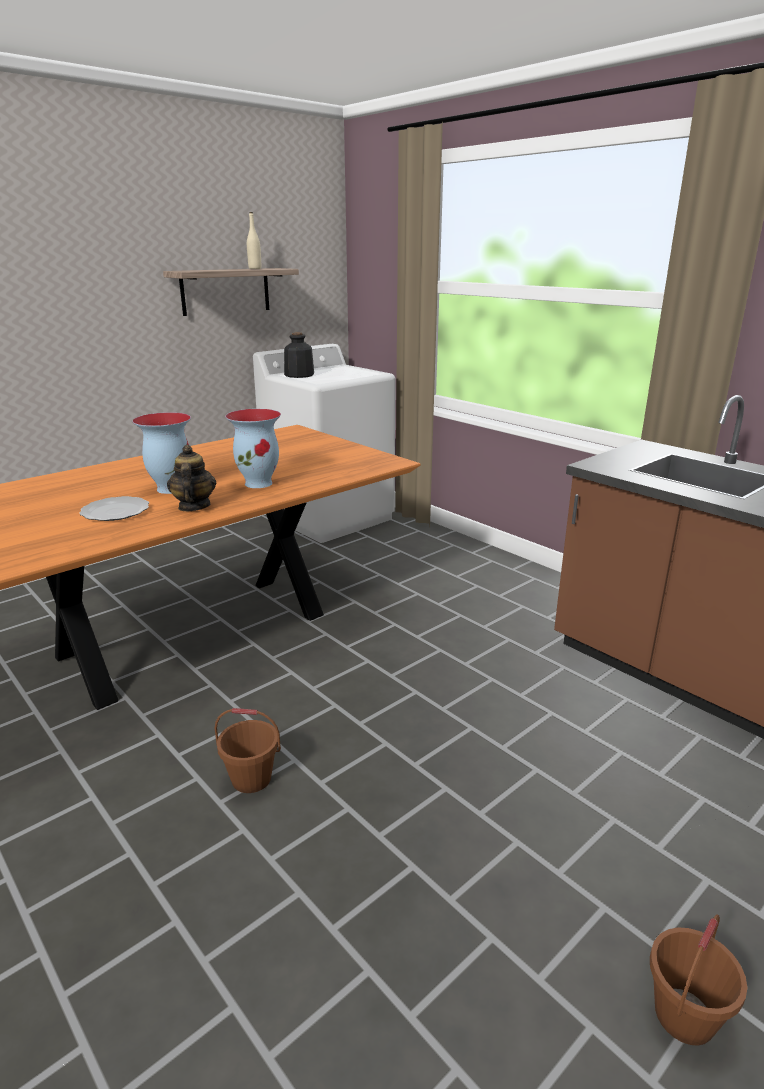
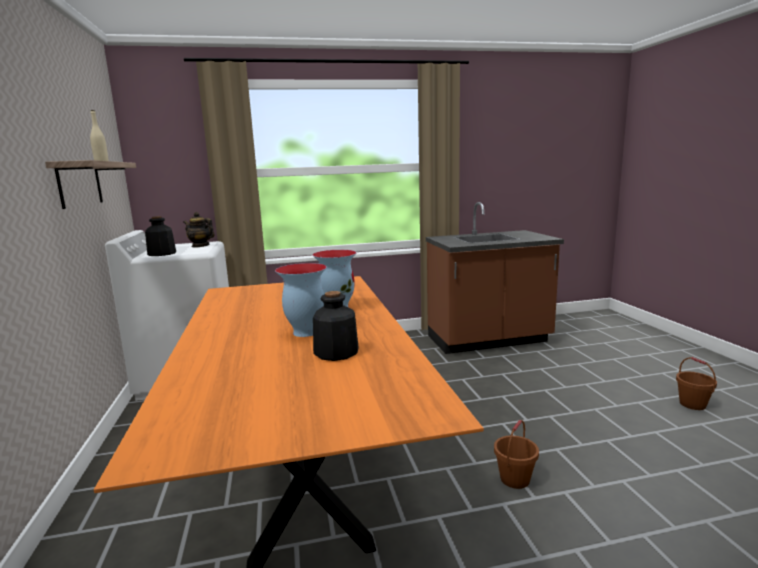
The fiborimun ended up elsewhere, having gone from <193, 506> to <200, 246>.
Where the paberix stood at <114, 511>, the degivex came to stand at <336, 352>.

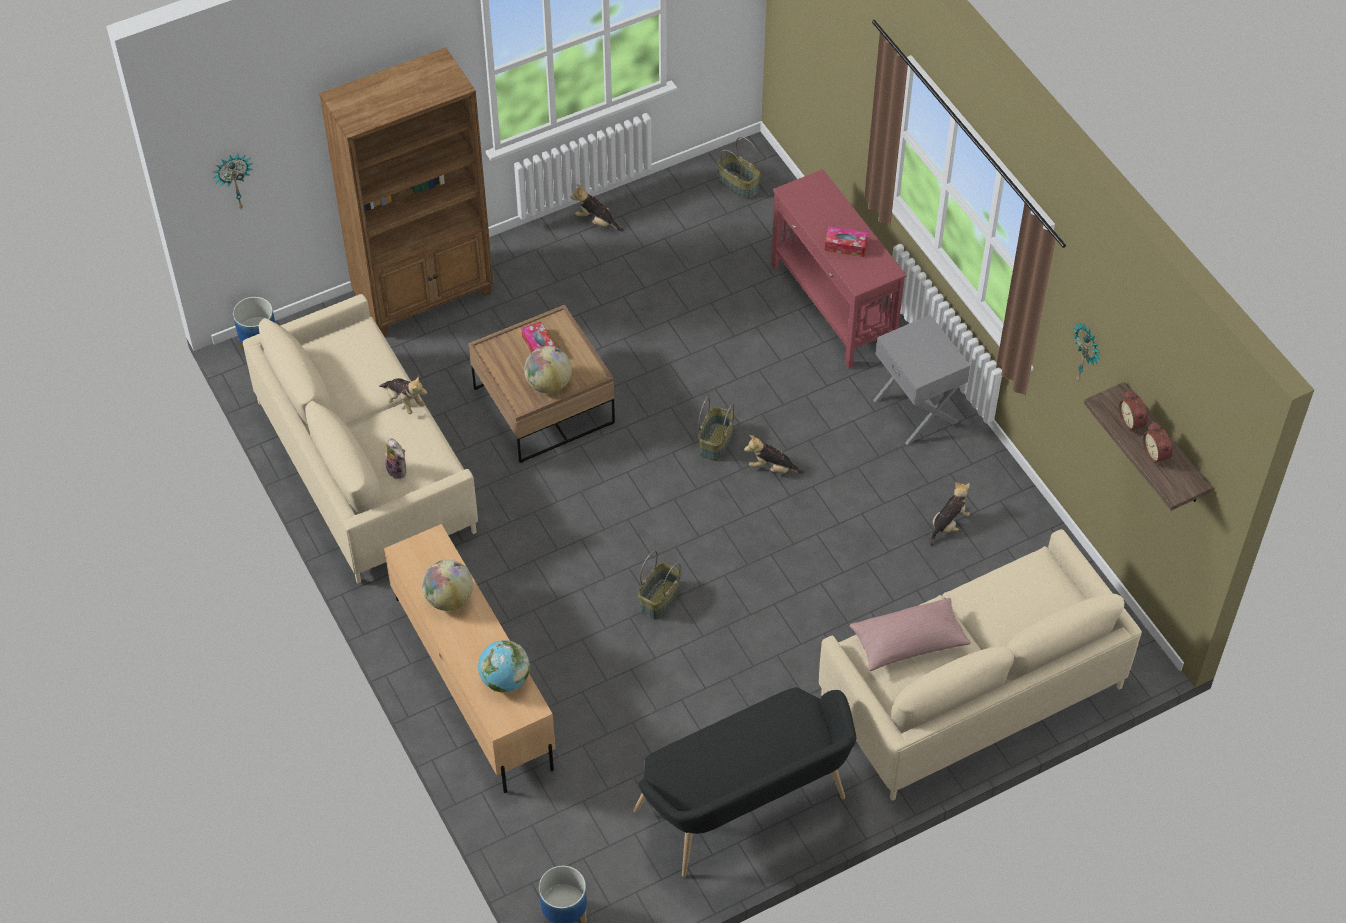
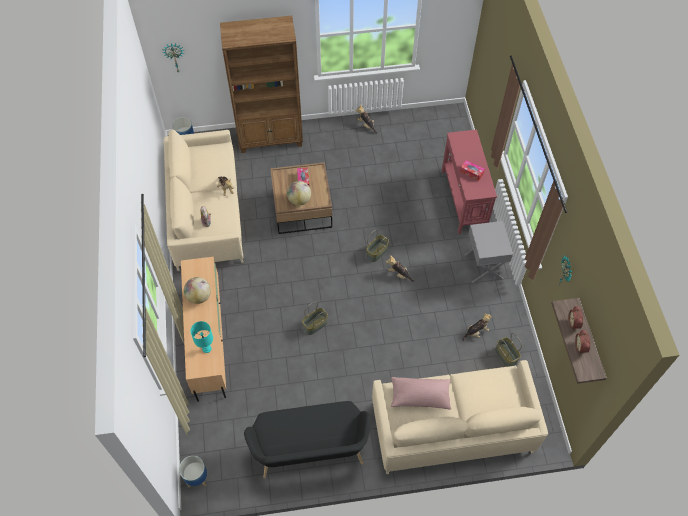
Where the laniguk stood at <505, 680>, the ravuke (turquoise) came to stand at <206, 348>.
The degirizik ended up elsewhere, having gone from <739, 185> to <506, 355>.

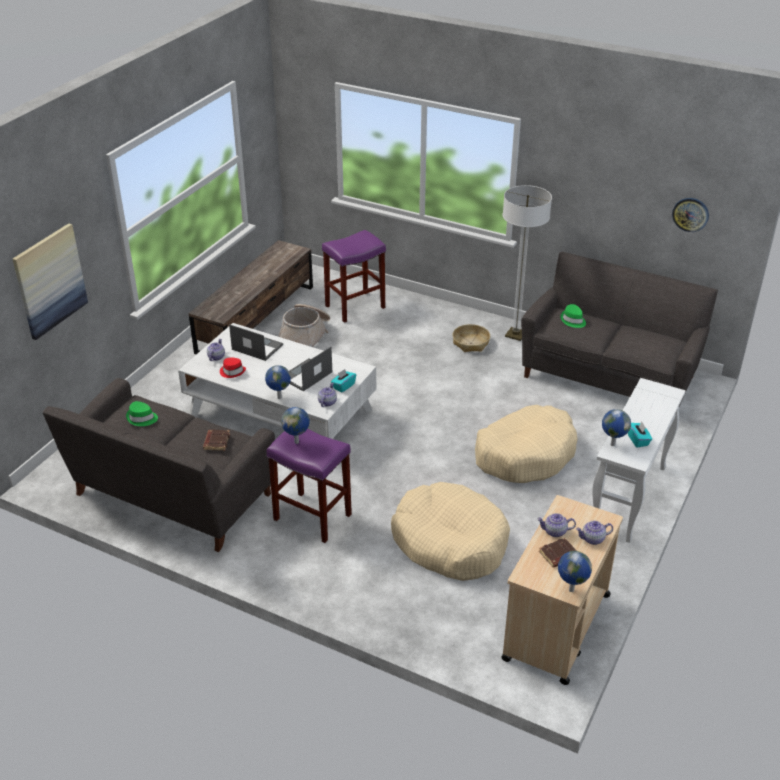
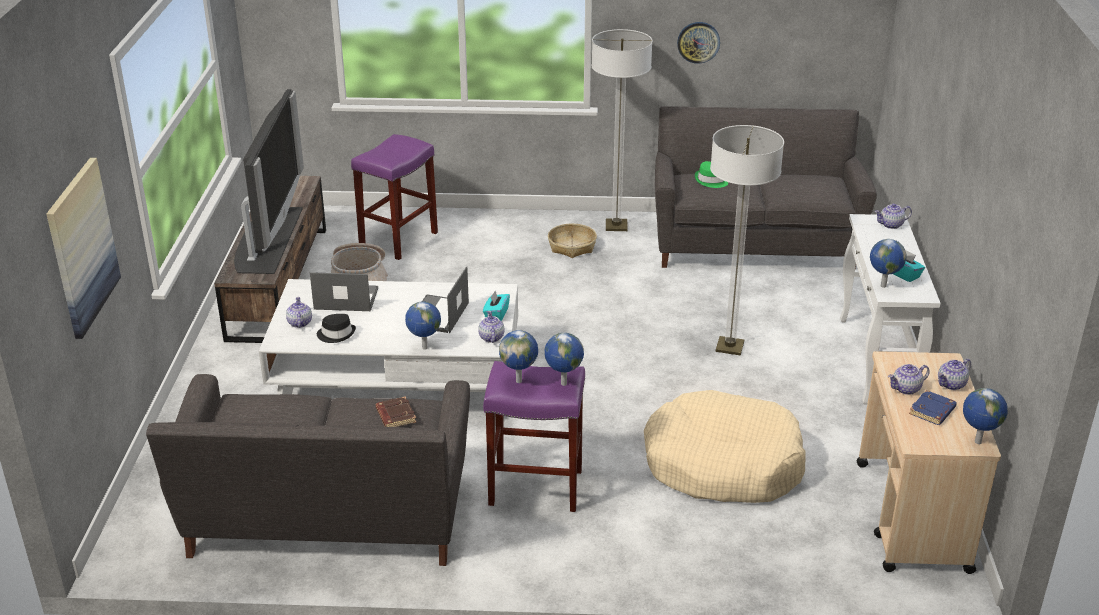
The second view gained the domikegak at <268, 239>.
What was the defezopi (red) at <232, 371> turned into the defezopi (black) at <336, 334>.
The second view gained the laniguk at <563, 384>.
The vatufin ended up elsewhere, having gone from <690, 214> to <698, 42>.
Where the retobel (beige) stood at <525, 454>, the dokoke came to stand at <729, 347>.
The second view gained the fiborimun at <891, 225>.
What was the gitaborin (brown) at <558, 555> turned into the gitaborin (blue) at <932, 411>.
The second view lost the defezopi (green) at <142, 418>.

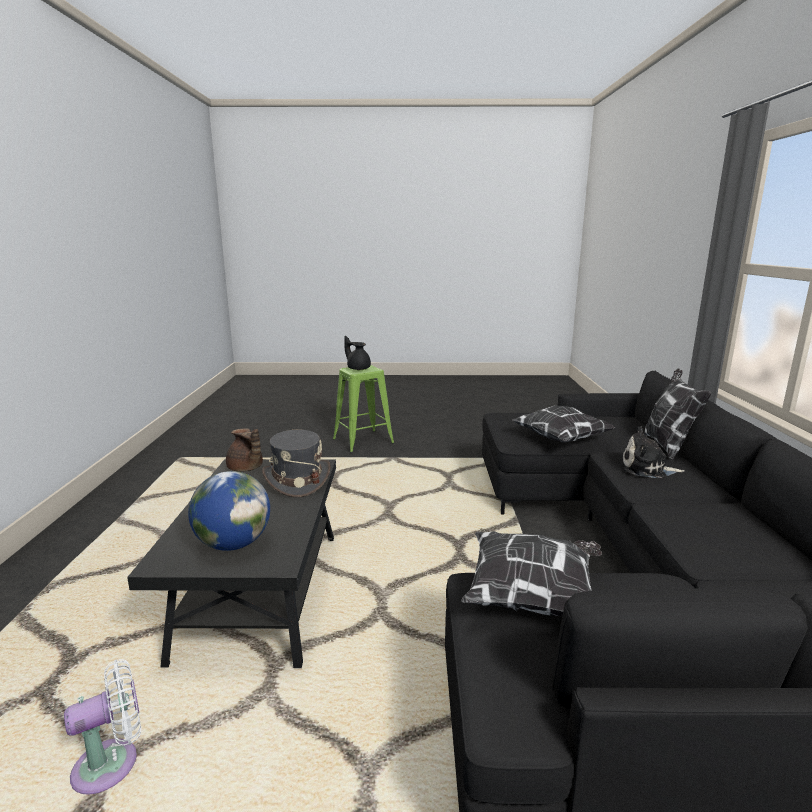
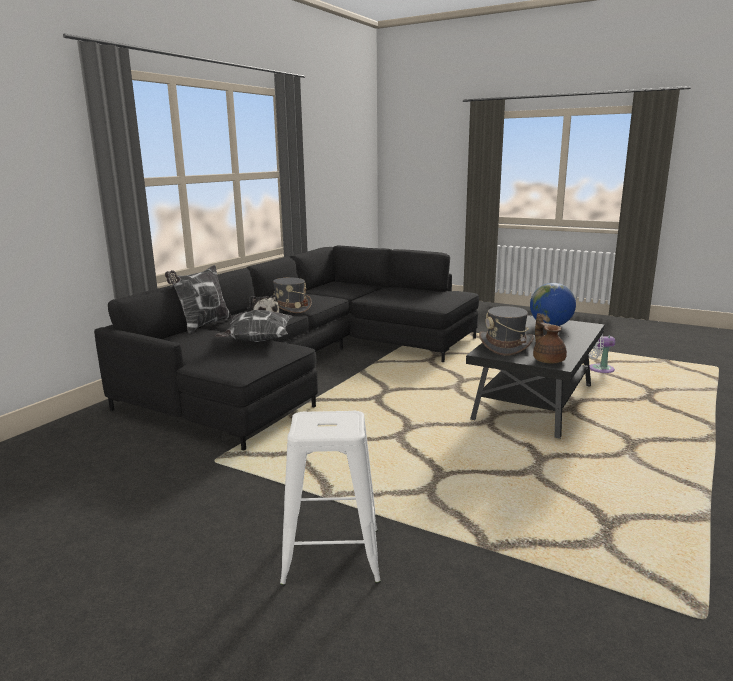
The second view gained the defezopi (grey) at <290, 308>.
What was the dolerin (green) at <362, 441> turned into the dolerin (white) at <333, 556>.
The second view lost the fiborimun (black) at <358, 368>.
The second view lost the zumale at <533, 597>.

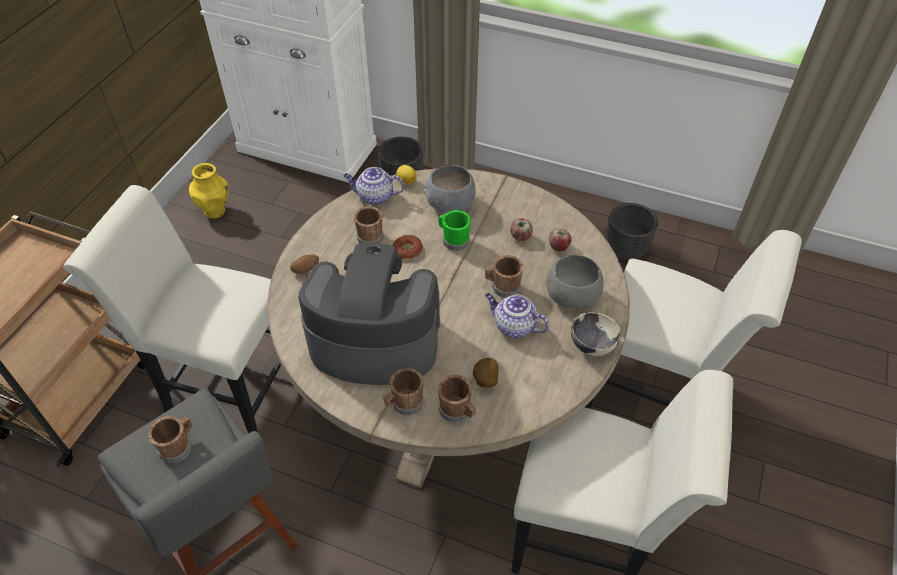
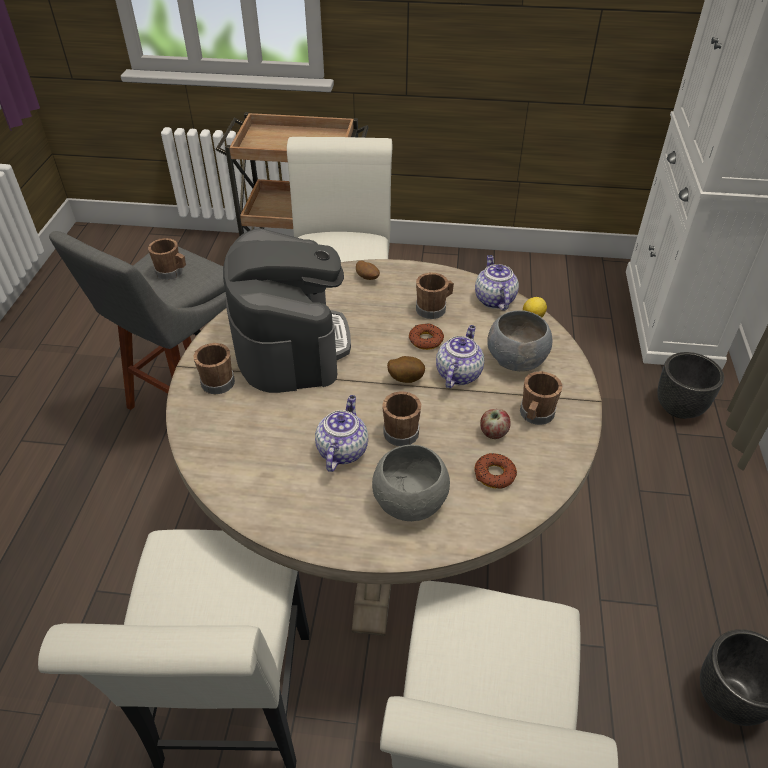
The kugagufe ended up elsewhere, having gone from <485, 381> to <405, 379>.
Where the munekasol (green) stood at <453, 240>, the fiborimun came to stand at <458, 373>.
Where the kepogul stood at <558, 246>, the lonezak came to stand at <494, 474>.
The munekasol (brown) ended up elsewhere, having gone from <457, 411> to <535, 415>.
The second view lost the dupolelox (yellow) at <215, 211>.
The second view lost the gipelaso at <592, 345>.

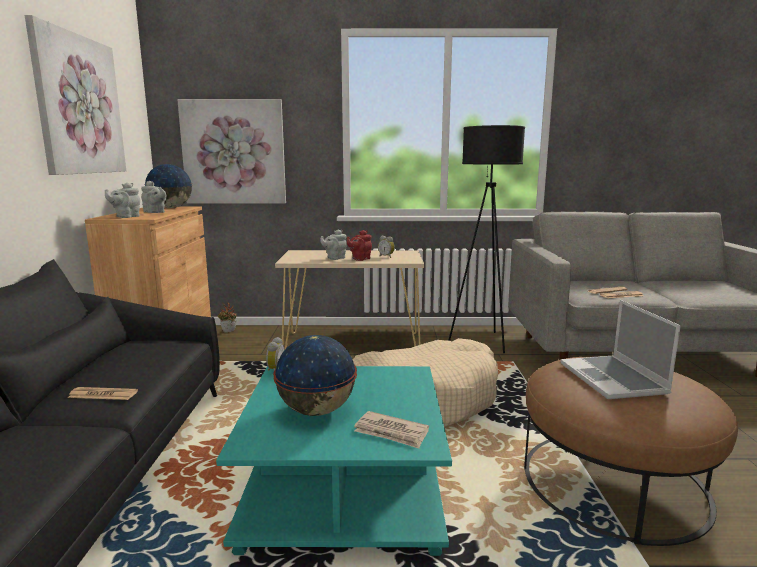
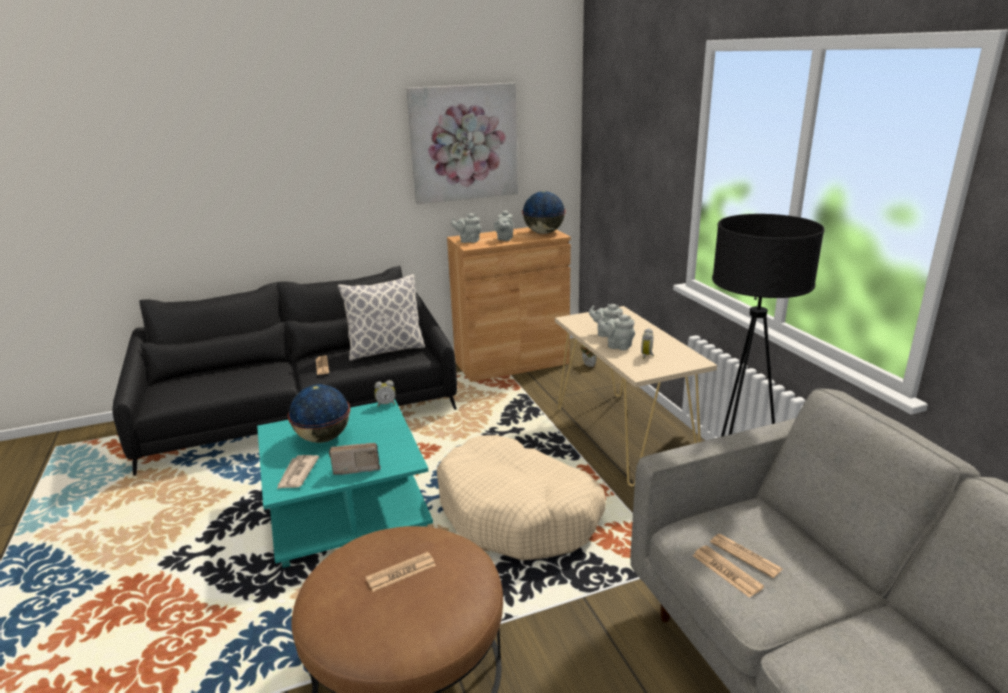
The second view gained the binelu at <355, 468>.
The second view gained the zumale at <386, 350>.
Where the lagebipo stood at <614, 379>, the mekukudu came to stand at <401, 572>.
What was the fiborimun (red) at <360, 259> turned into the fiborimun (grey) at <617, 346>.
The second view lost the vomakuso at <234, 152>.

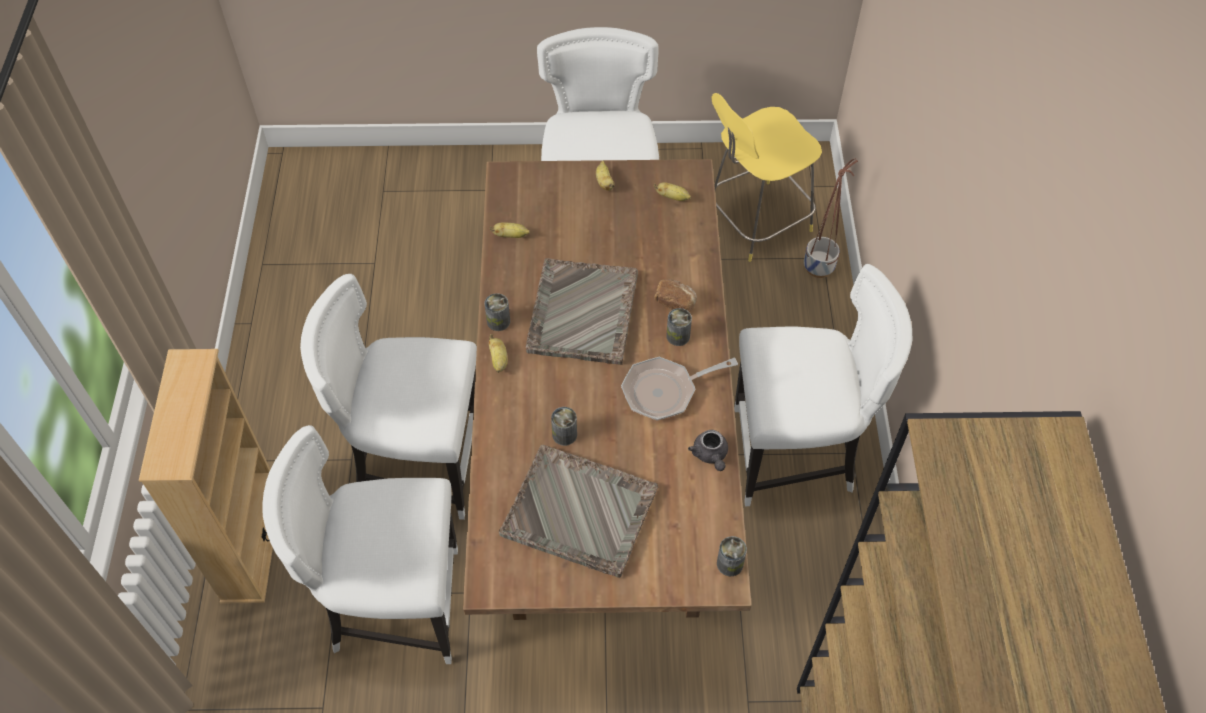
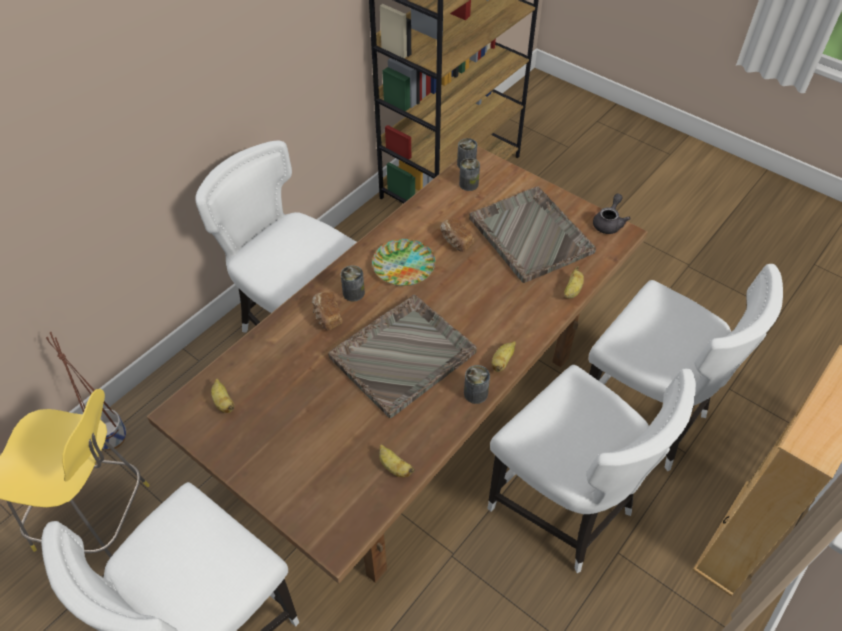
Where the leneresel stood at <665, 391>, the paberix came to stand at <403, 265>.
The second view gained the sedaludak at <455, 241>.
The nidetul ended up elsewhere, having gone from <564, 434> to <468, 184>.
The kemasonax ended up elsewhere, having gone from <604, 182> to <572, 291>.
The fiborimun (grey) ended up elsewhere, having gone from <710, 455> to <609, 223>.

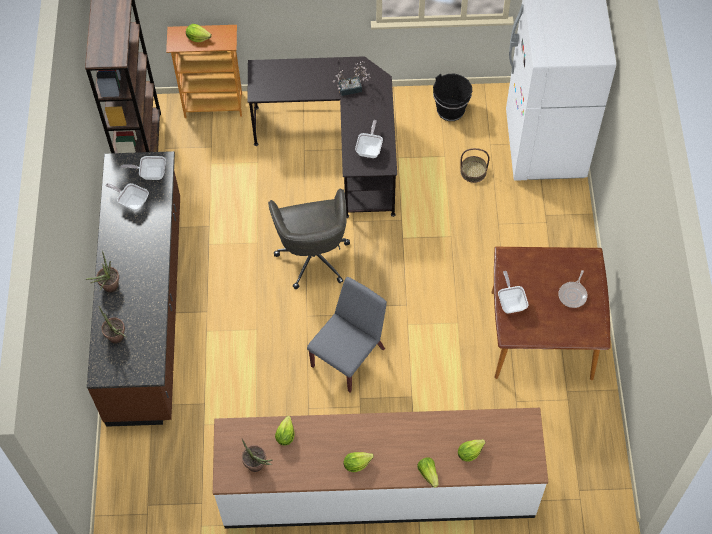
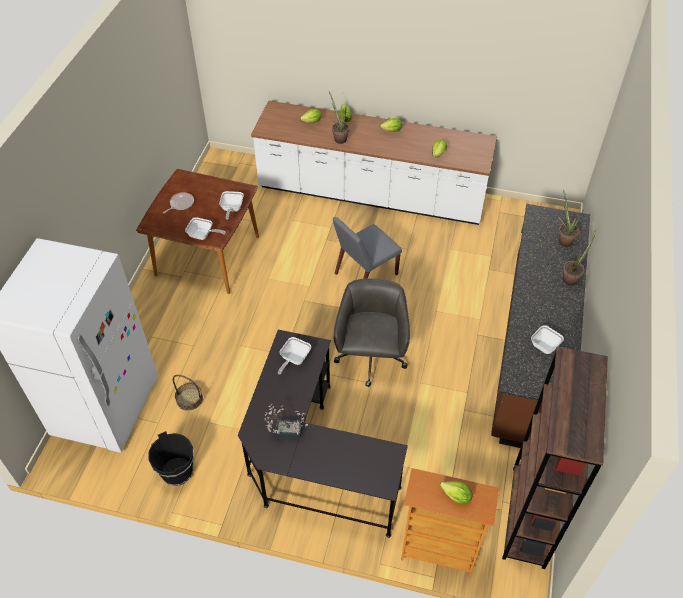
The leneresel ended up elsewhere, having gone from <150, 173> to <203, 235>.
The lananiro ended up elsewhere, having gone from <258, 466> to <339, 138>.

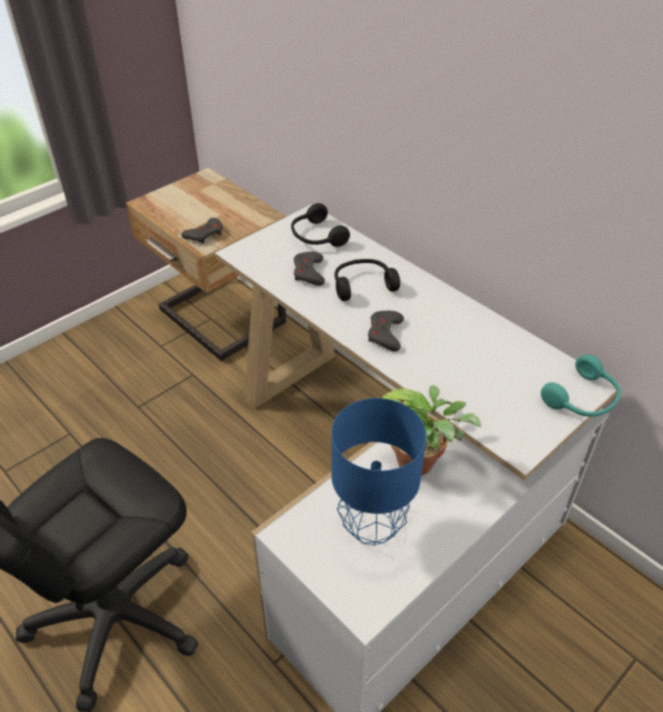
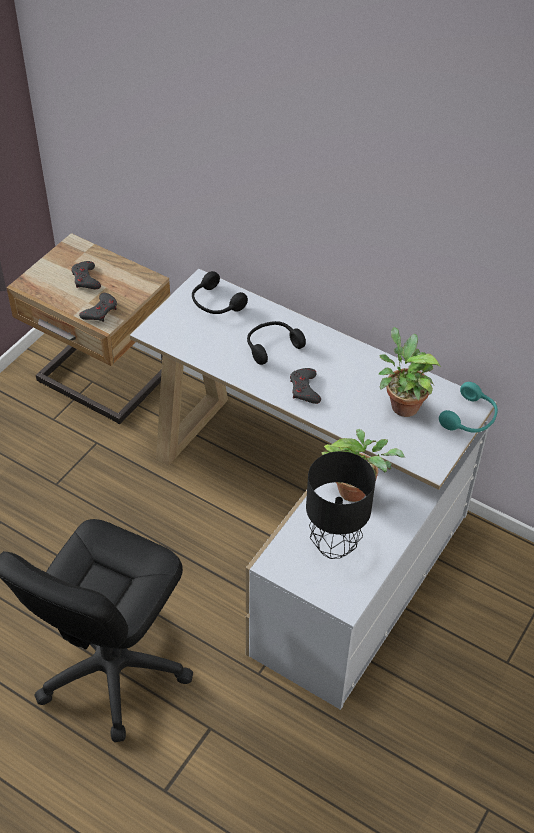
The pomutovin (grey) ended up elsewhere, having gone from <309, 272> to <86, 279>.
What was the ravuke (blue) at <370, 526> turned into the ravuke (black) at <333, 546>.
The second view gained the lananiro at <401, 404>.

